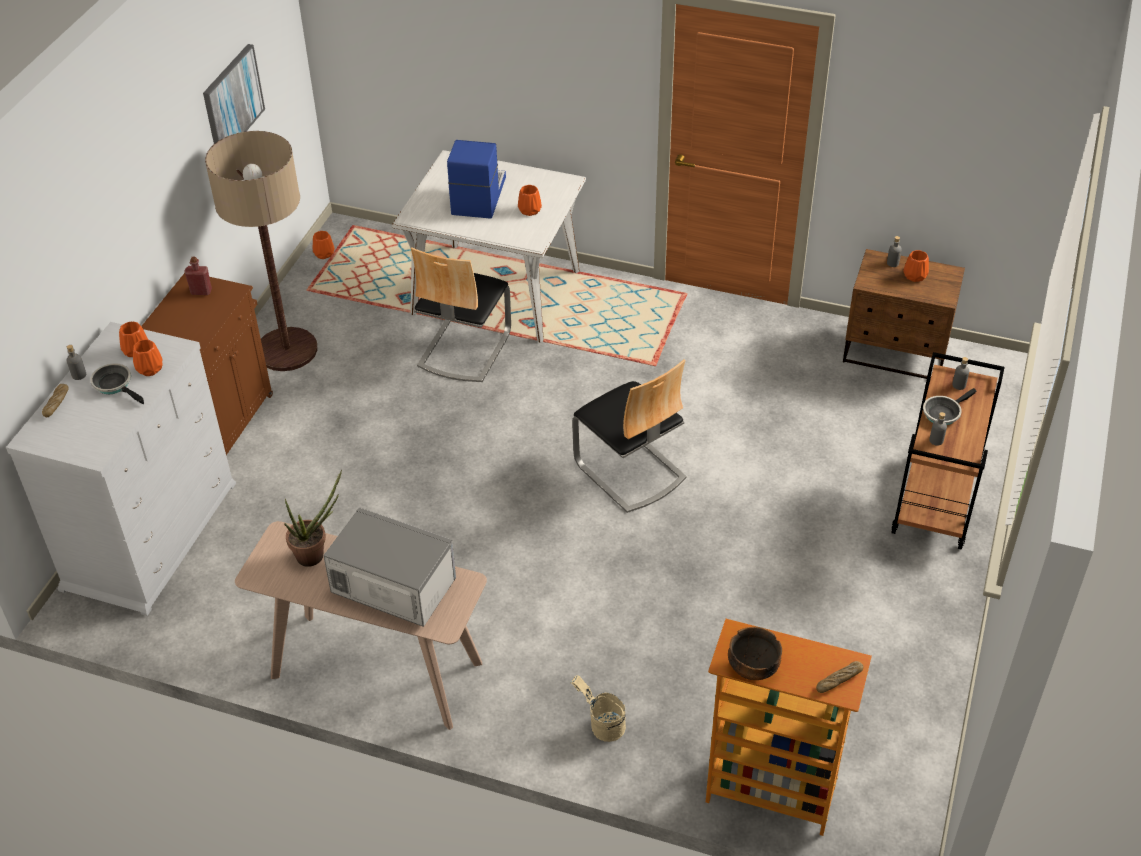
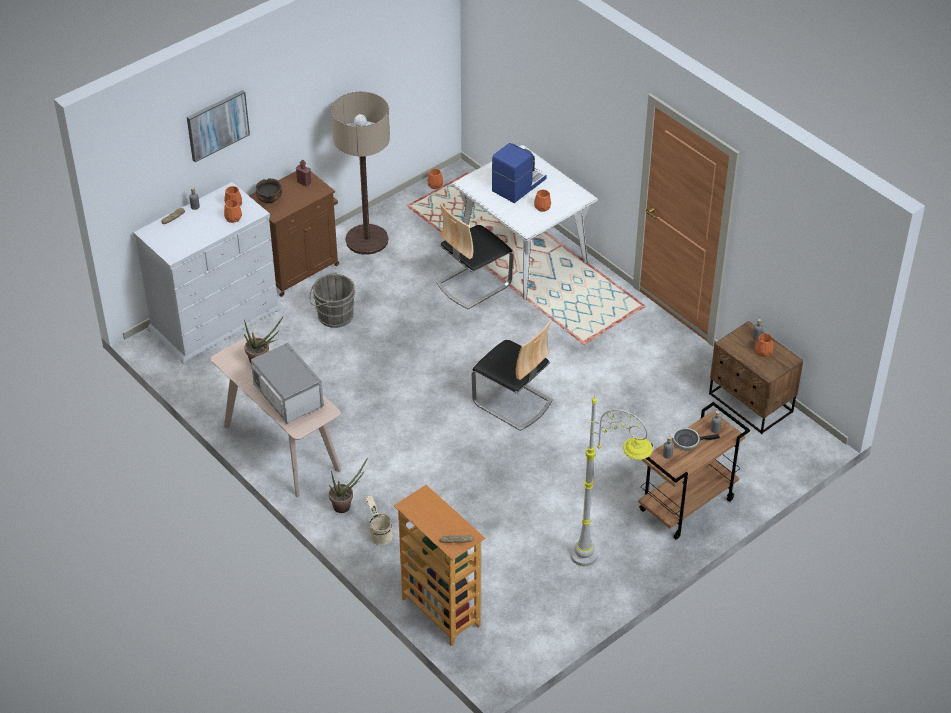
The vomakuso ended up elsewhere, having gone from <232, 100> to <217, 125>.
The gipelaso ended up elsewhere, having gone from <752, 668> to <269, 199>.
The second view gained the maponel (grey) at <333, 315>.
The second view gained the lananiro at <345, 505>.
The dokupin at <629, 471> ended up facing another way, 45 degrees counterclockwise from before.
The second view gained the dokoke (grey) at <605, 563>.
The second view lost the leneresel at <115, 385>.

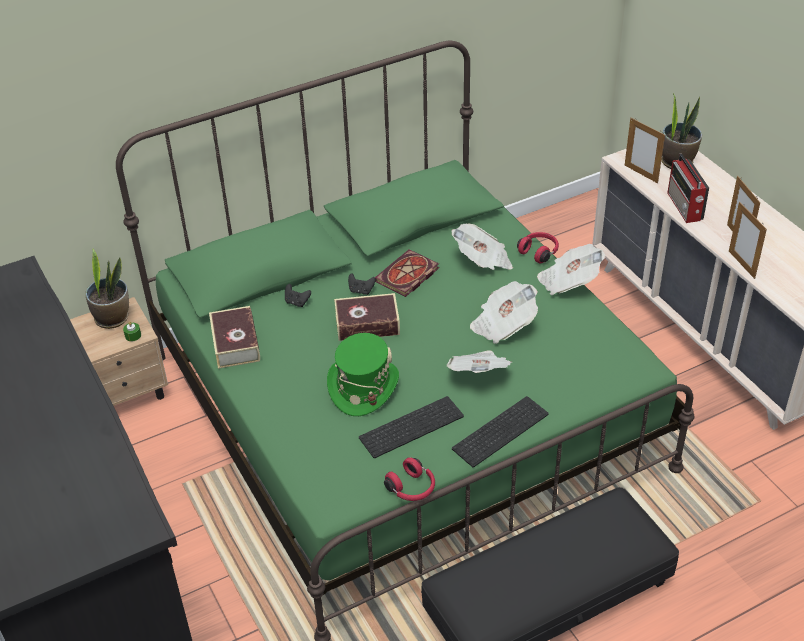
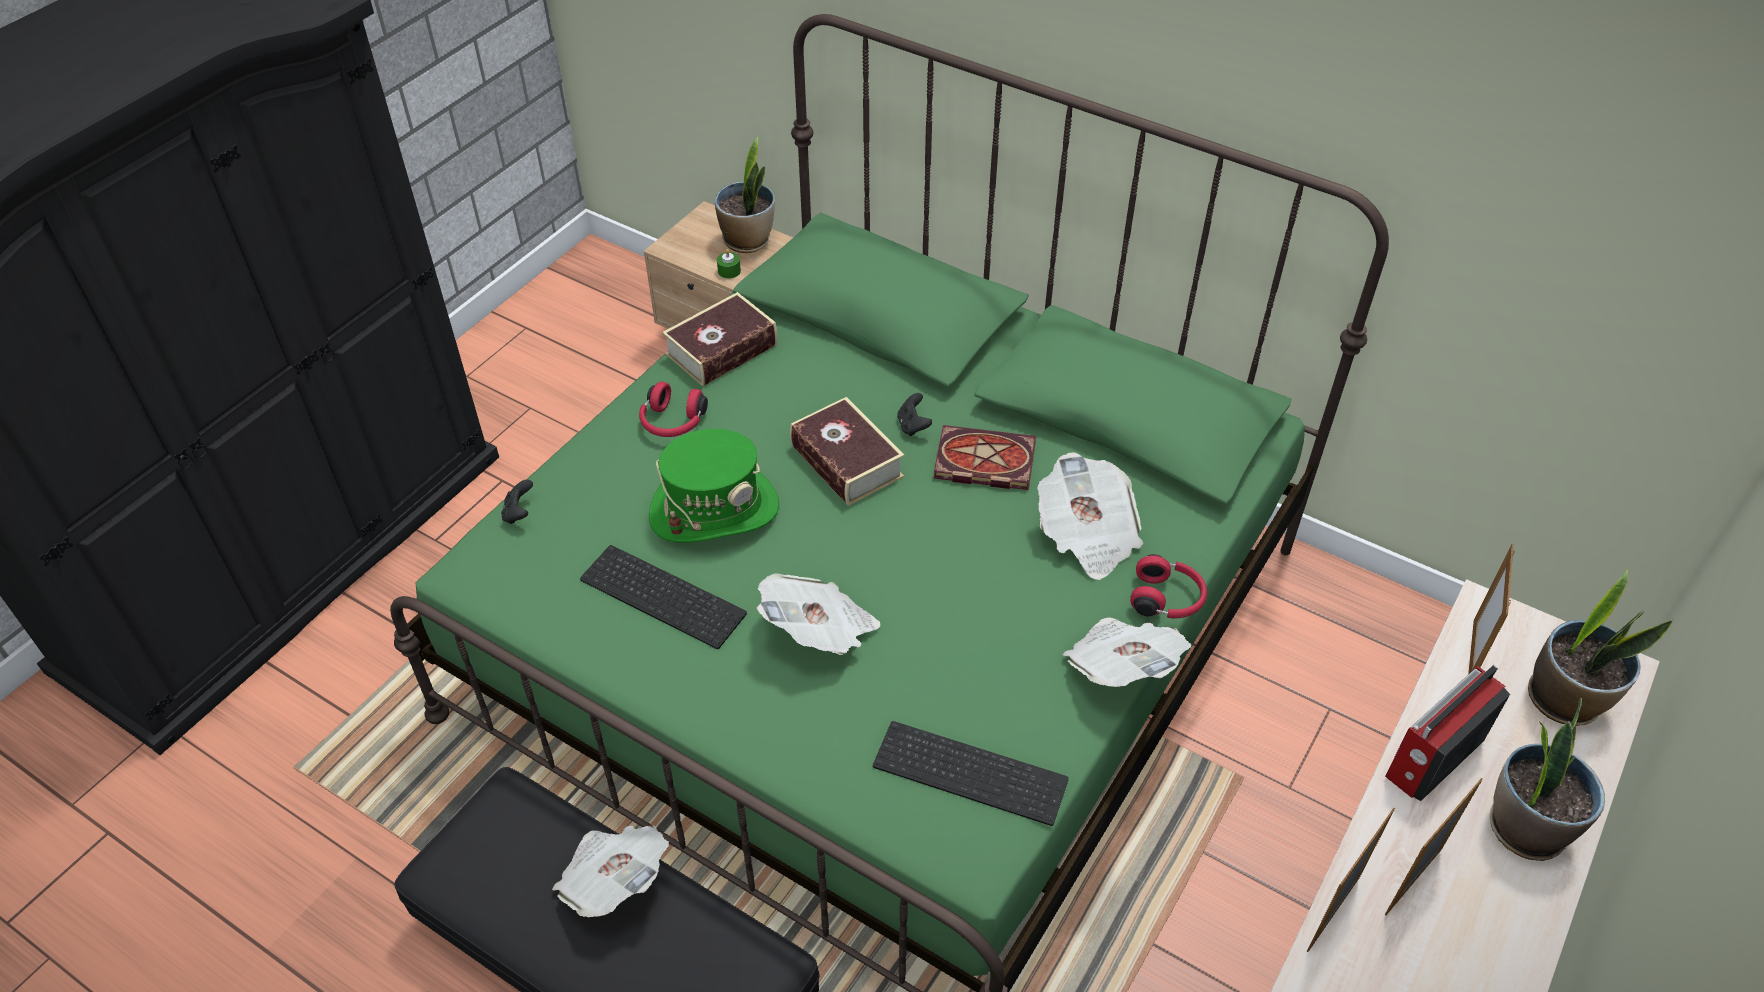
The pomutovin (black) ended up elsewhere, having gone from <297, 302> to <519, 513>.
The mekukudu ended up elsewhere, having gone from <503, 325> to <614, 880>.
The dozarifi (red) ended up elsewhere, having gone from <412, 488> to <672, 423>.
The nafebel ended up elsewhere, having gone from <500, 430> to <973, 770>.
The second view gained the lananiro at <1525, 827>.

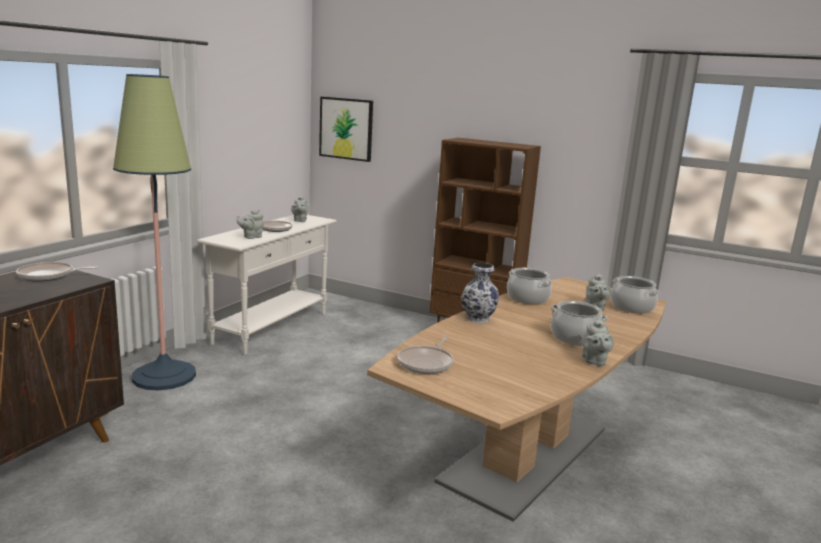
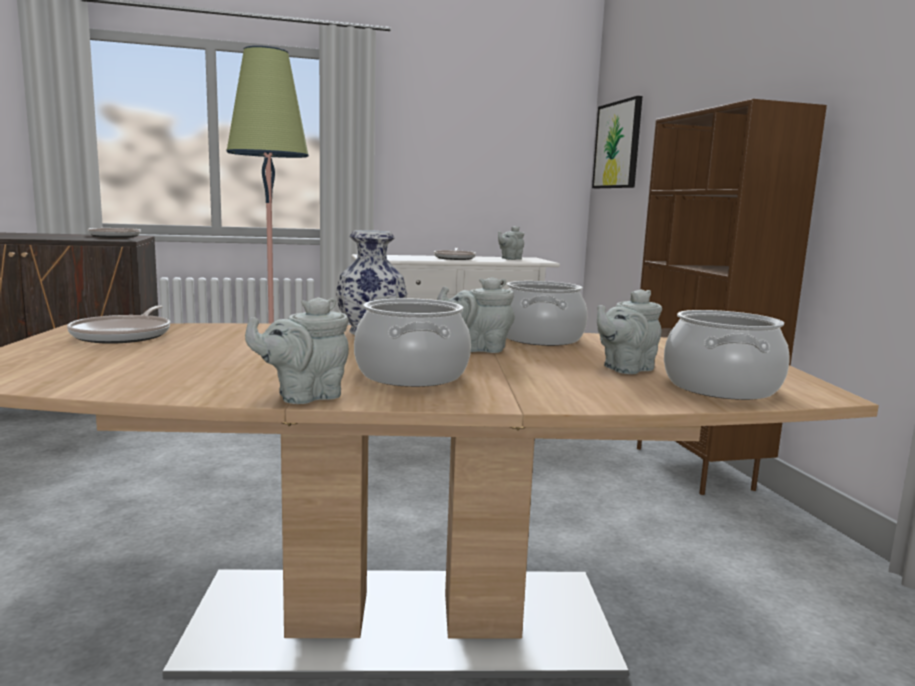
The leneresel at <426, 363> ended up facing another way, 75 degrees counterclockwise from before.
The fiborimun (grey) ended up elsewhere, having gone from <251, 237> to <478, 348>.

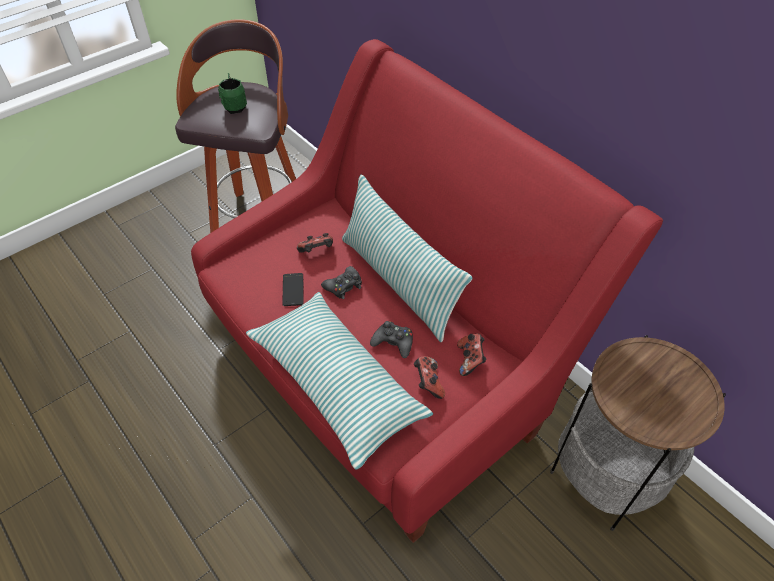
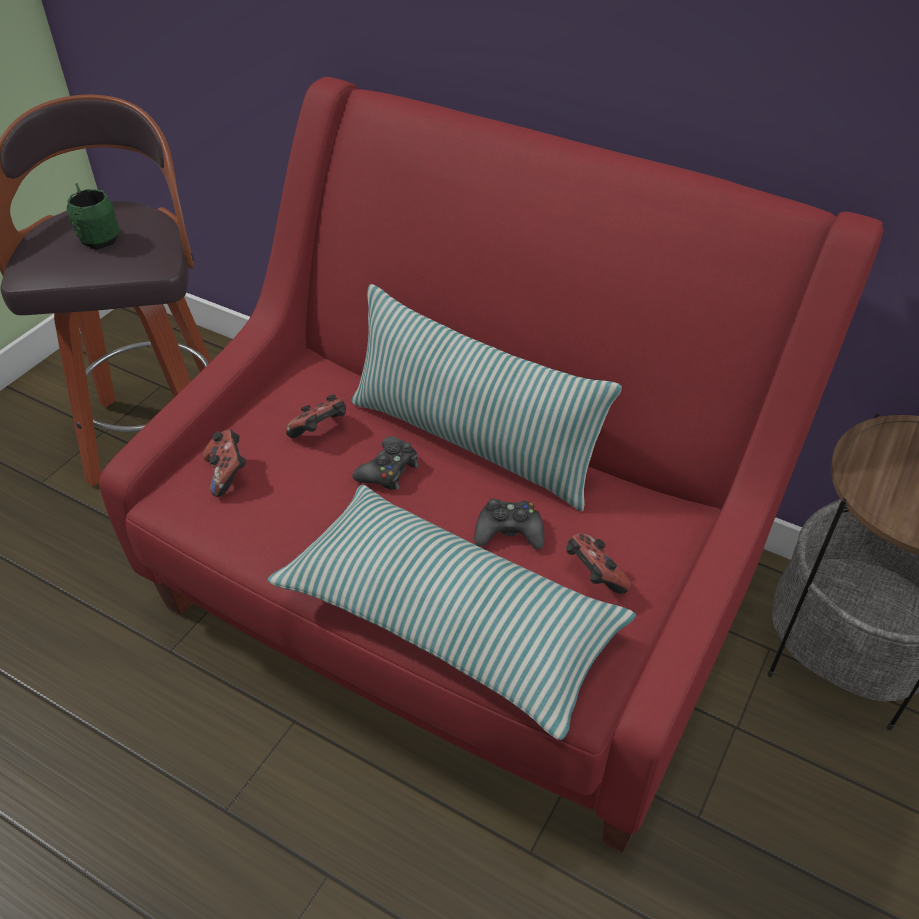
The pomutovin ended up elsewhere, having gone from <470, 360> to <228, 474>.
The second view lost the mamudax at <293, 290>.

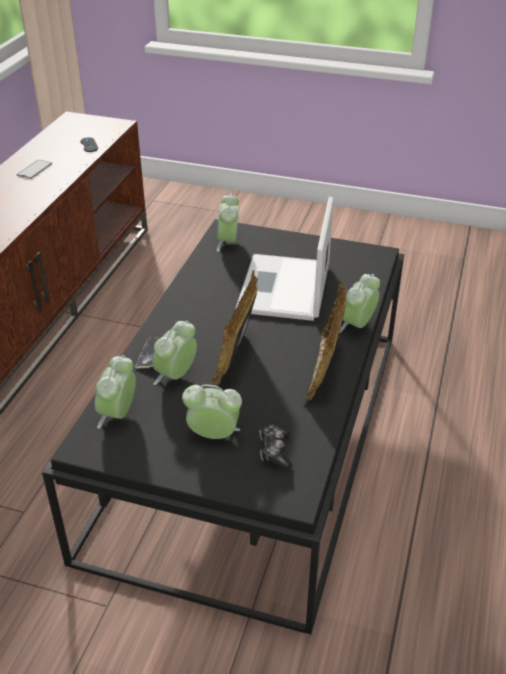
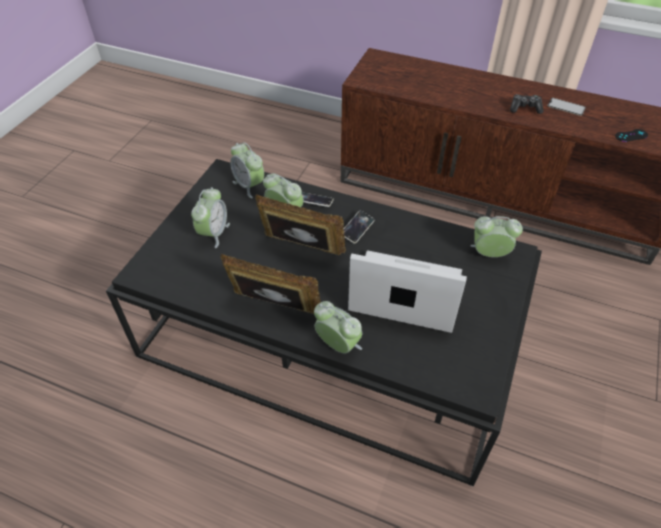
The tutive at <118, 414> ended up facing another way, 150 degrees counterclockwise from before.
The second view gained the mamudax at <357, 228>.
The pomutovin ended up elsewhere, having gone from <275, 452> to <525, 108>.

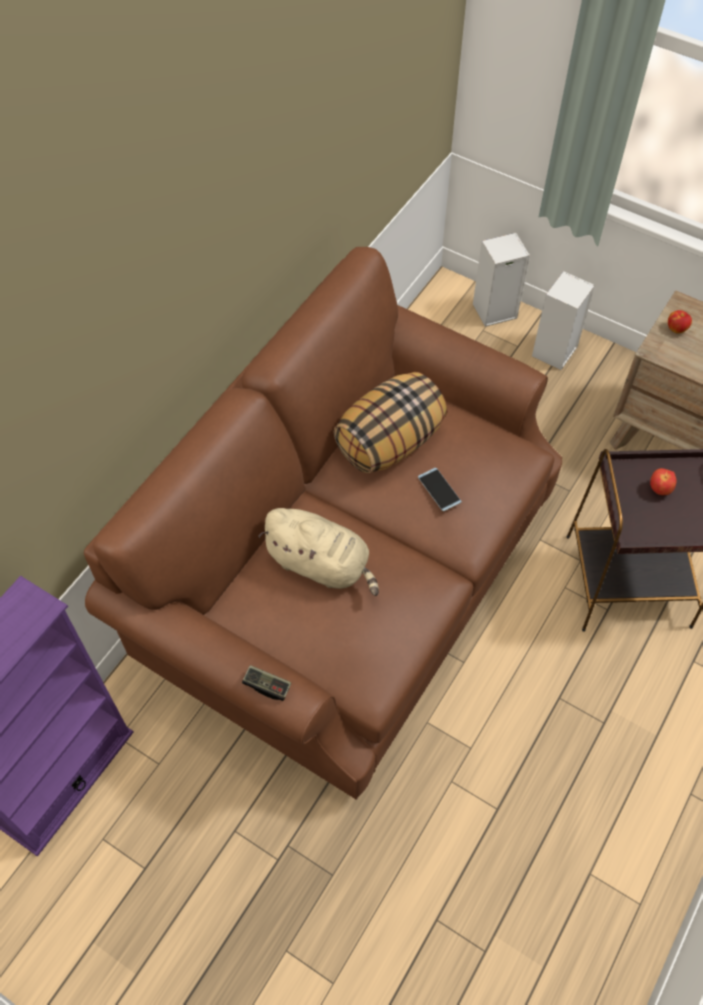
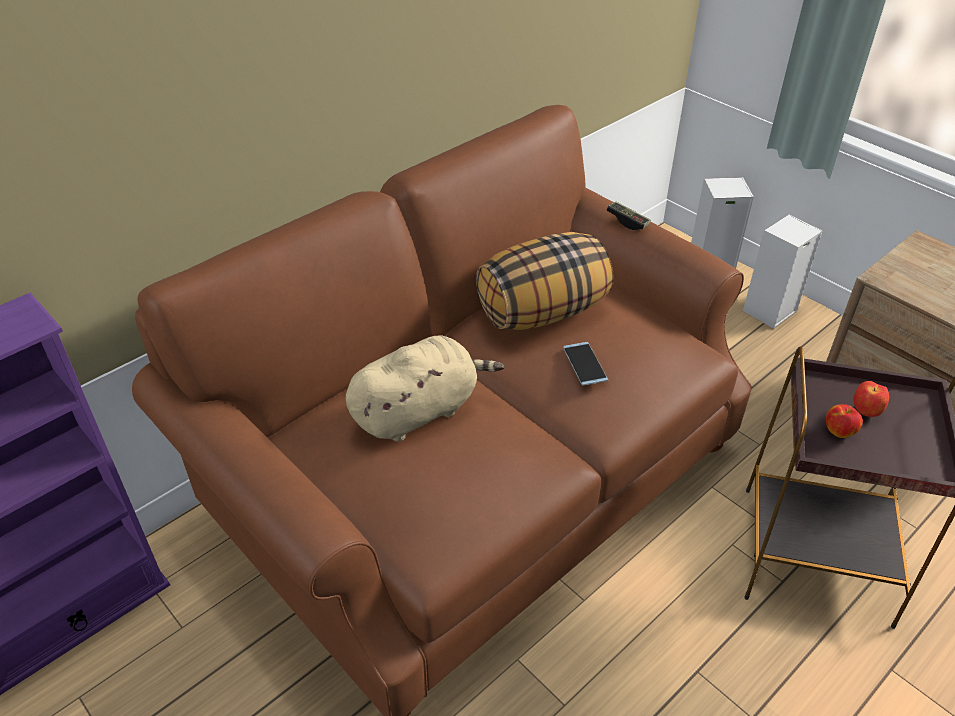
The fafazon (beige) at <321, 564> ended up facing another way, 75 degrees counterclockwise from before.
The pomutovin ended up elsewhere, having gone from <267, 686> to <627, 222>.
The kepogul ended up elsewhere, having gone from <676, 328> to <839, 431>.

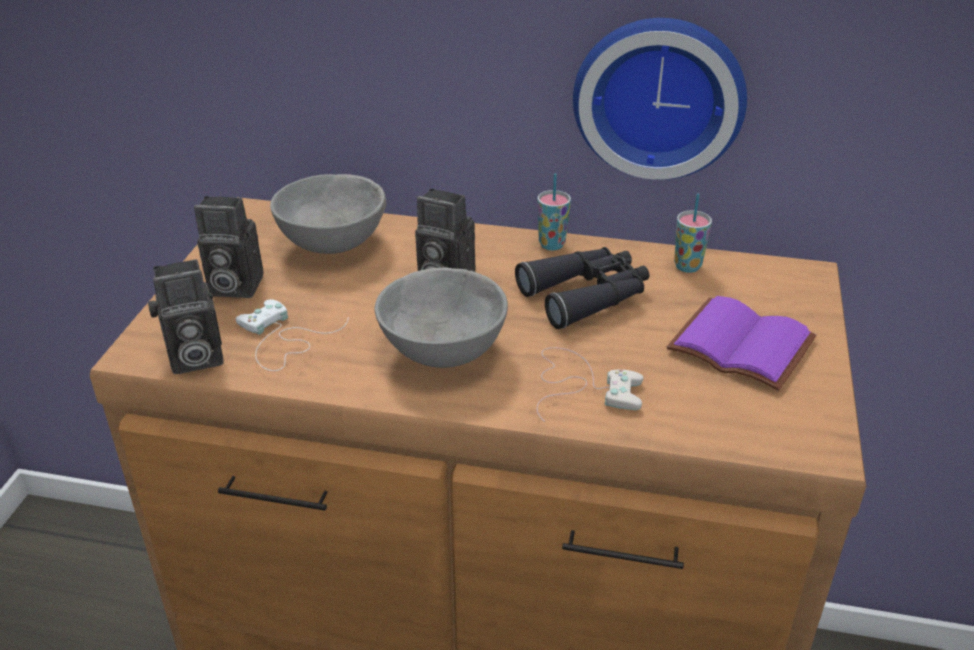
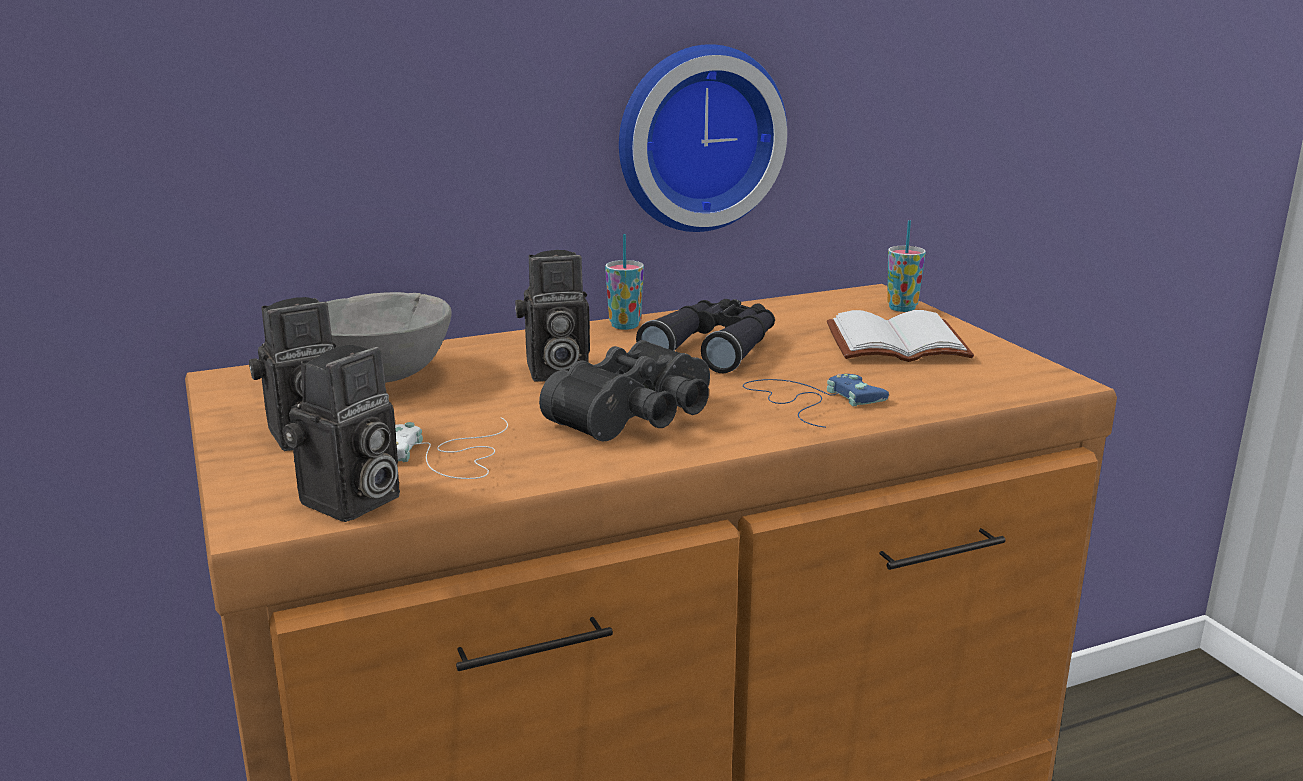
Where the gipelaso (grey) stood at <441, 352>, the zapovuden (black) came to stand at <640, 418>.
What was the pomutovin (white) at <581, 385> turned into the pomutovin (blue) at <810, 401>.
What was the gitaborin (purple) at <737, 347> turned into the gitaborin (white) at <895, 345>.
The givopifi ended up elsewhere, having gone from <687, 266> to <902, 308>.

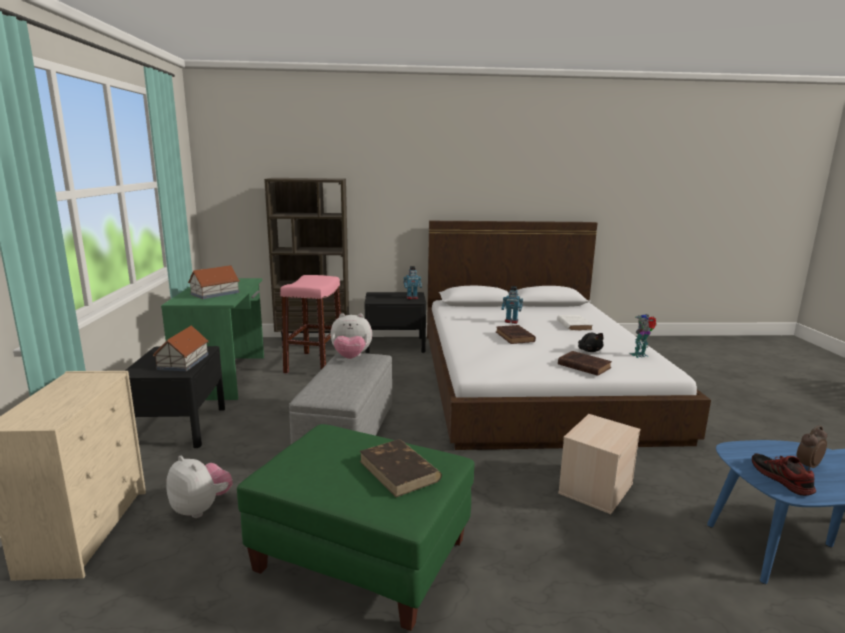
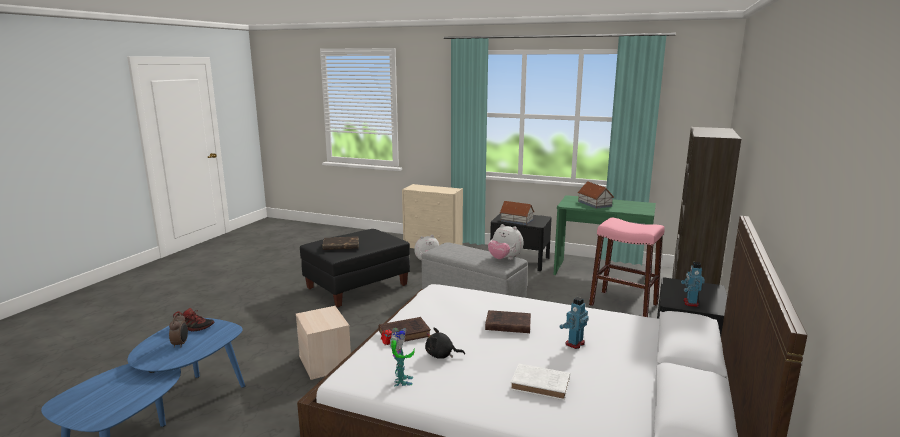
What was the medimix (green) at <362, 557> turned into the medimix (black) at <357, 287>.
The fafazon at <351, 357> ended up facing another way, 75 degrees counterclockwise from before.

